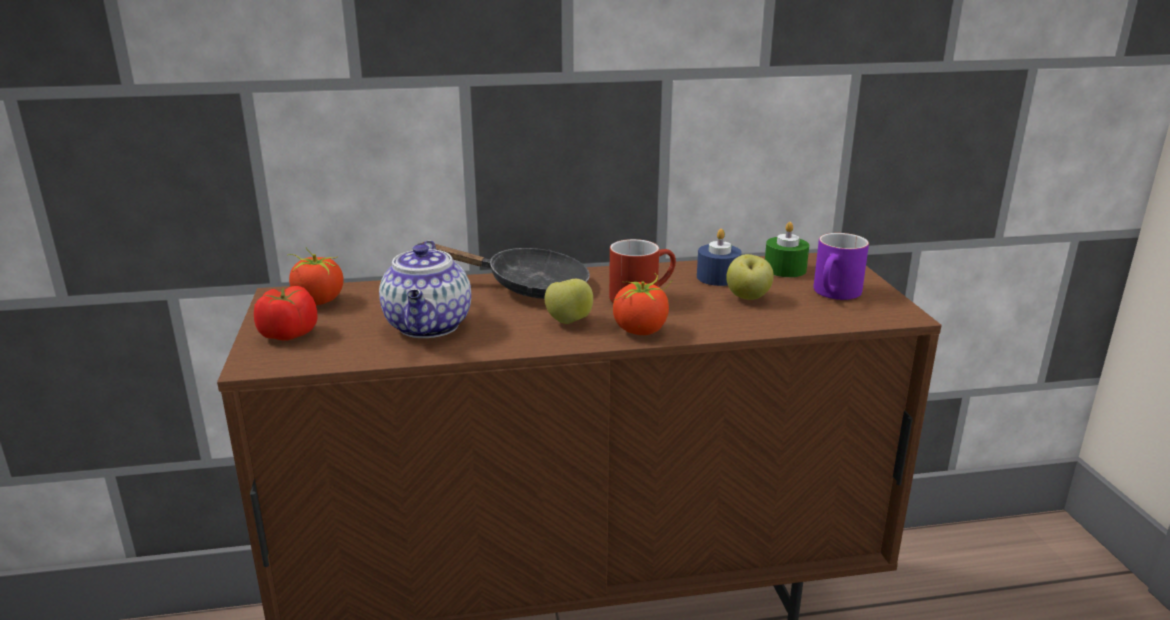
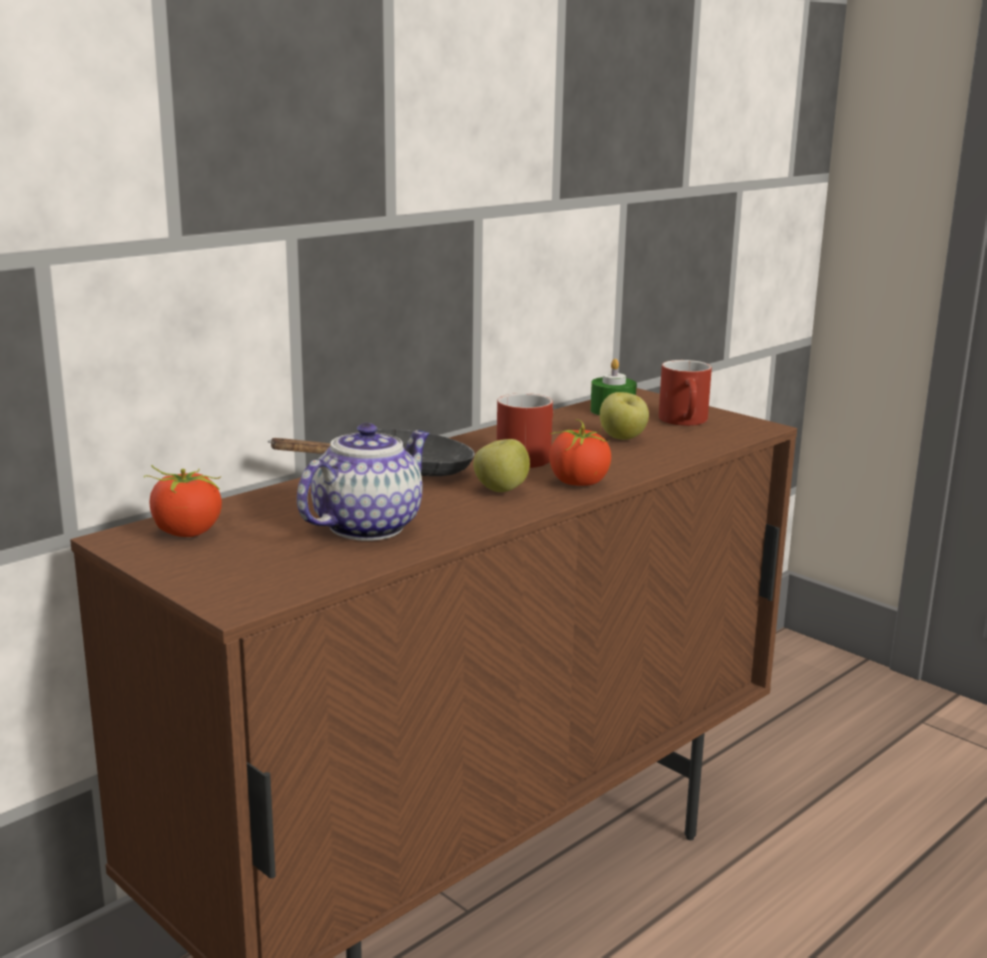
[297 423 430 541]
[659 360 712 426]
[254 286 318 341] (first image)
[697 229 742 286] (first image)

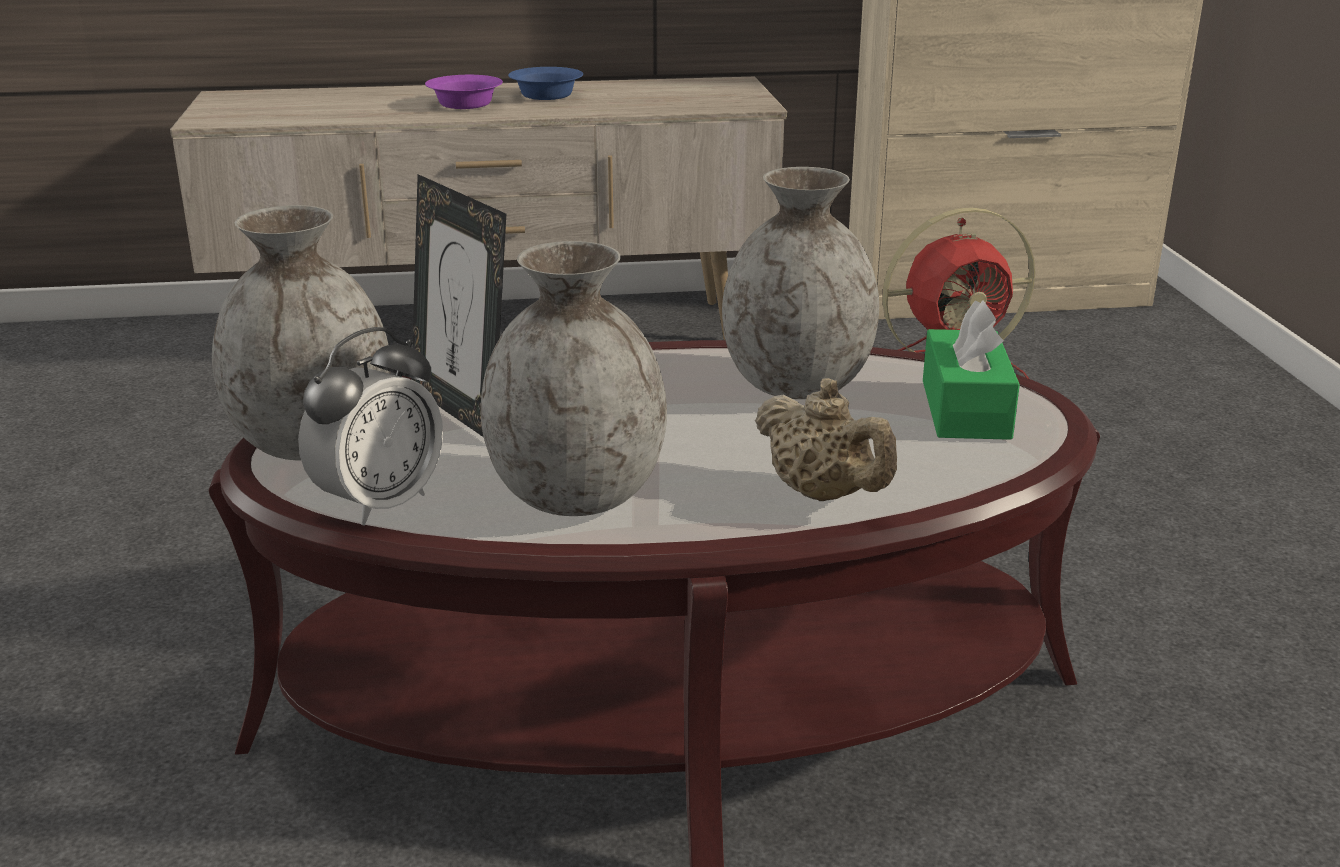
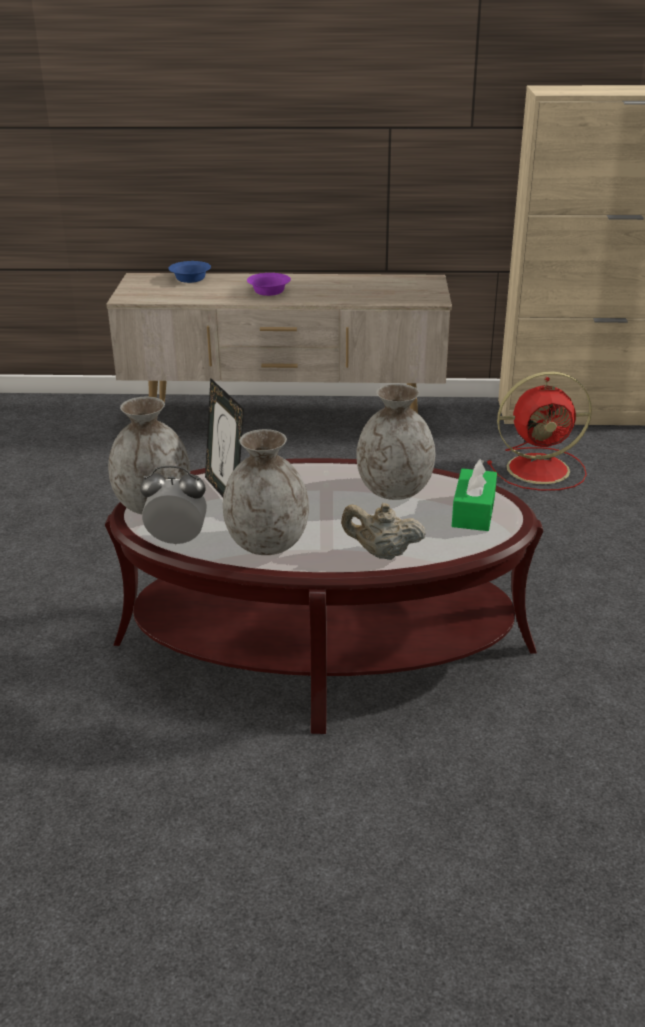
[140 466 207 546]
[168 261 211 283]
[341 503 426 560]

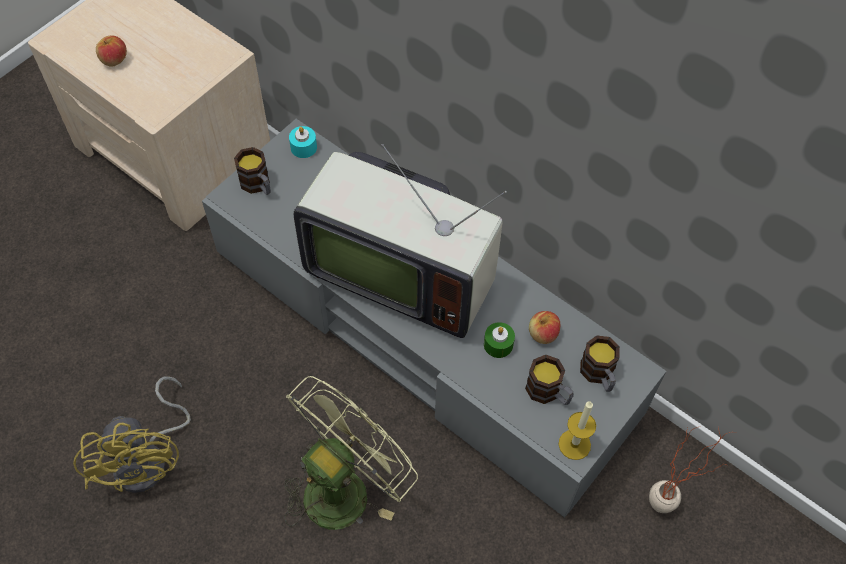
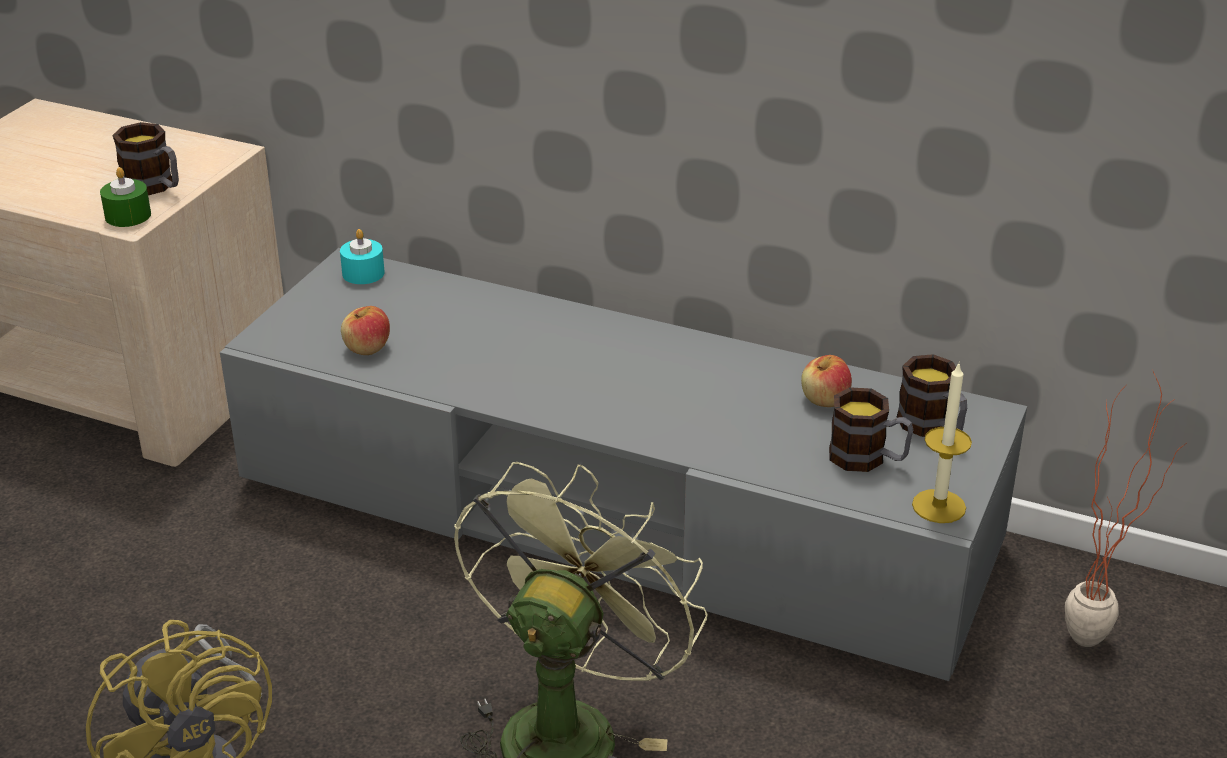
[100 167 151 227]
[112 122 179 195]
[341 306 390 355]
[293 144 507 338] (first image)

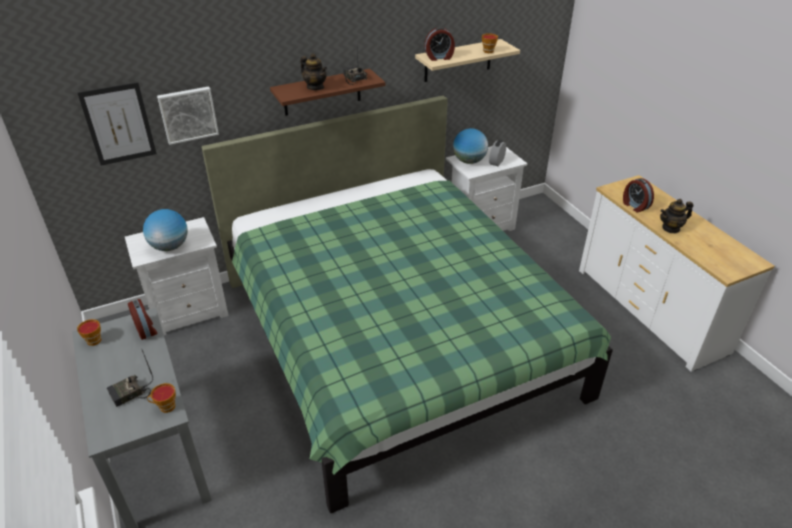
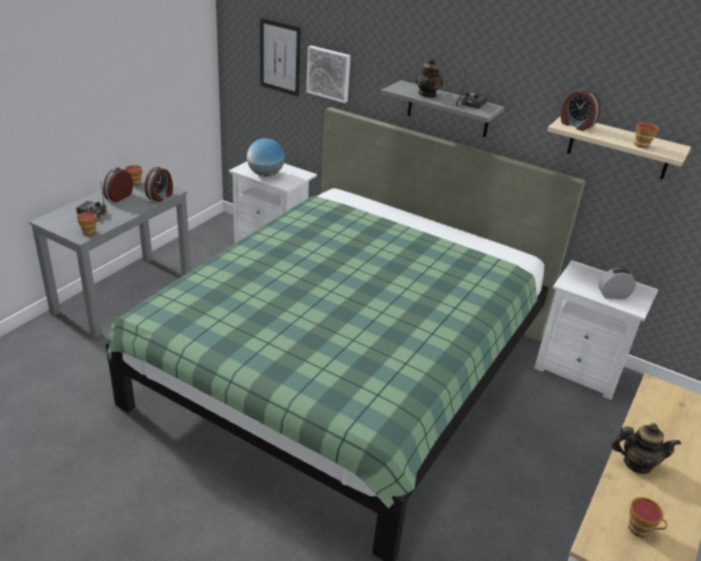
[103 167 133 202]
[381 80 504 137]
[611 423 681 474]
[628 497 667 538]
[453 128 488 164] (first image)

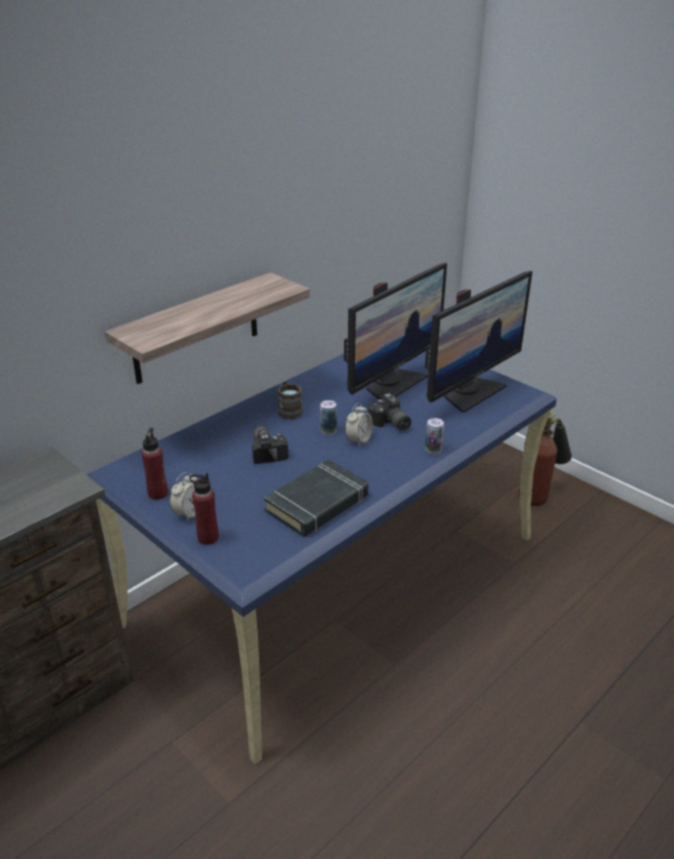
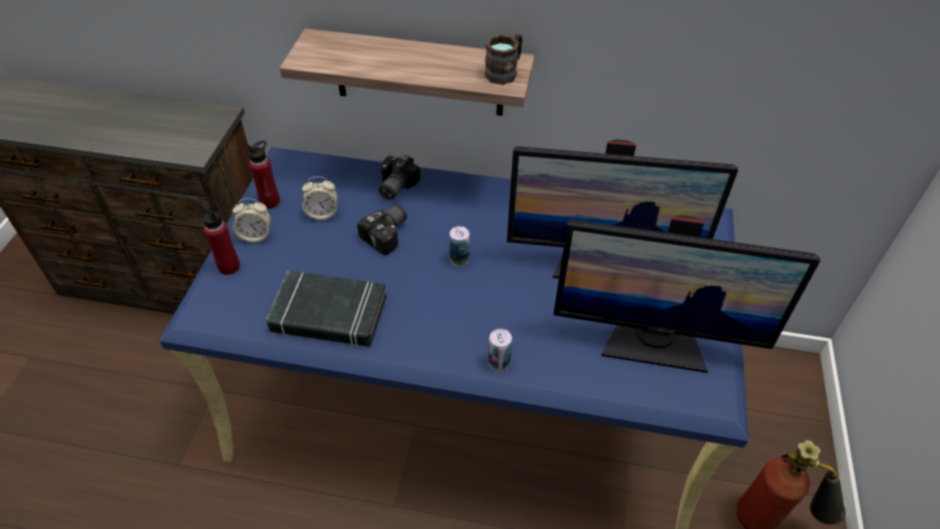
[302 177 337 220]
[379 155 420 200]
[485 34 522 85]

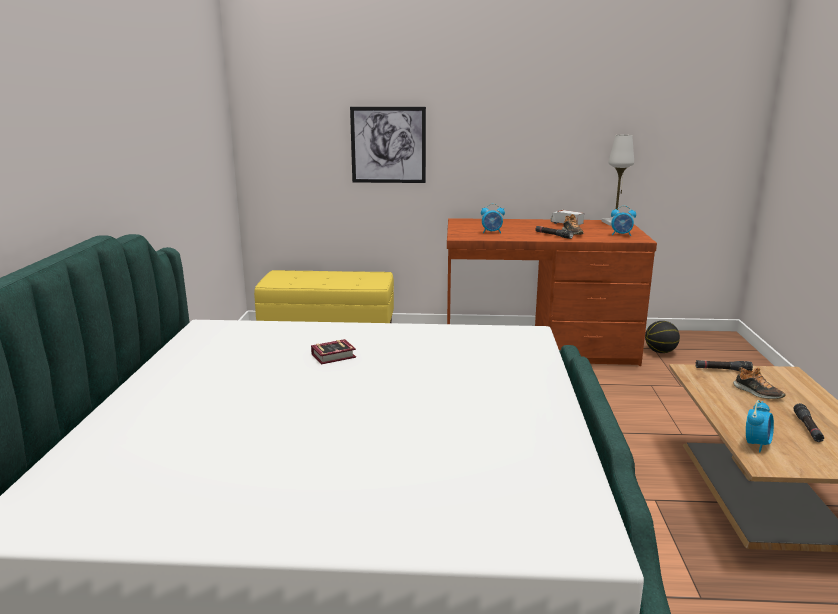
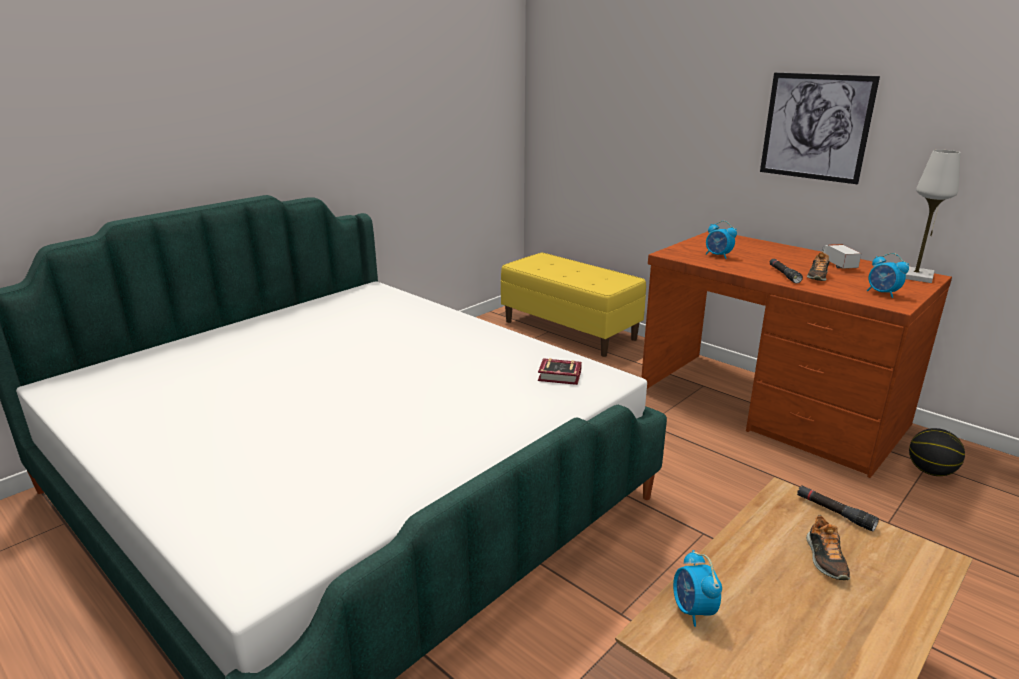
[538 358 582 385]
[673 550 722 627]
[760 72 880 184]
[794 403 824 442] (first image)

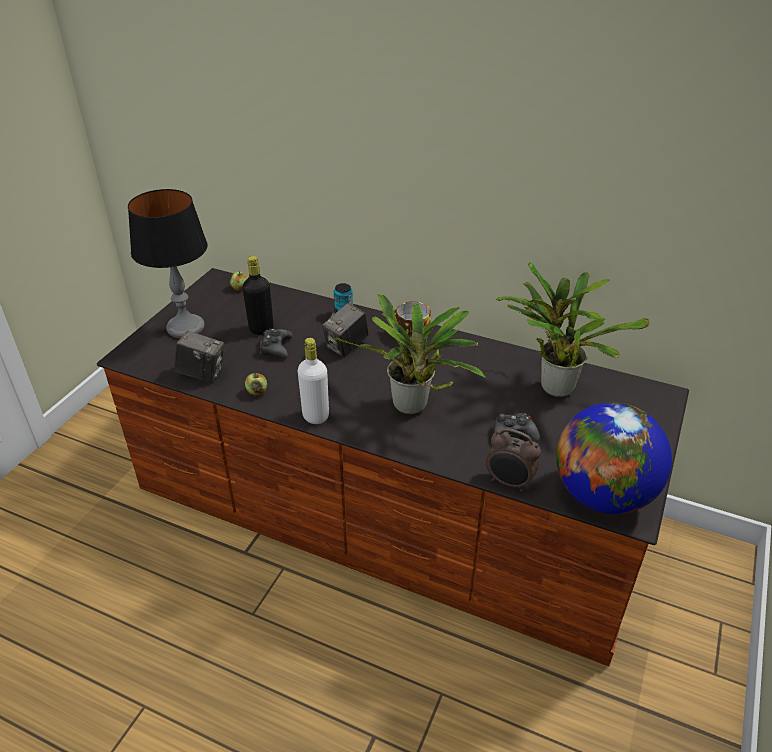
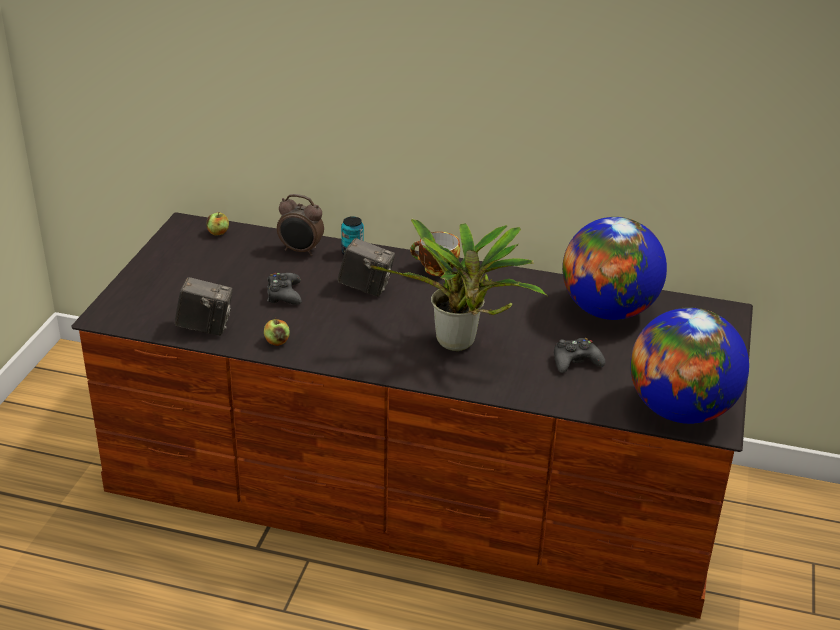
[277 194 324 256]
[338 238 395 297]
[562 217 667 320]
[128 189 208 338] (first image)
[242 256 274 335] (first image)
[298 338 329 424] (first image)

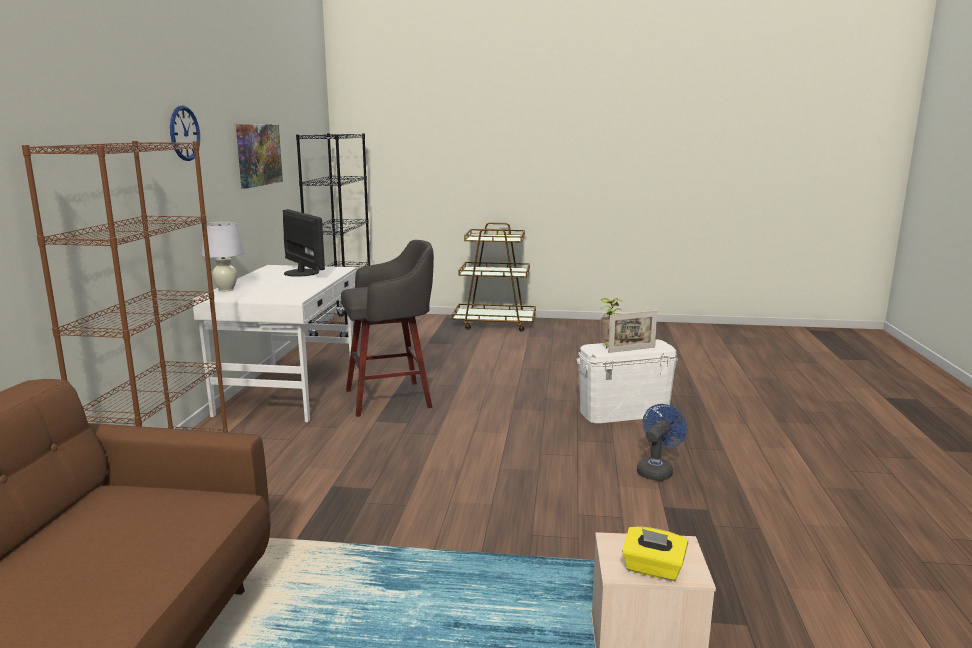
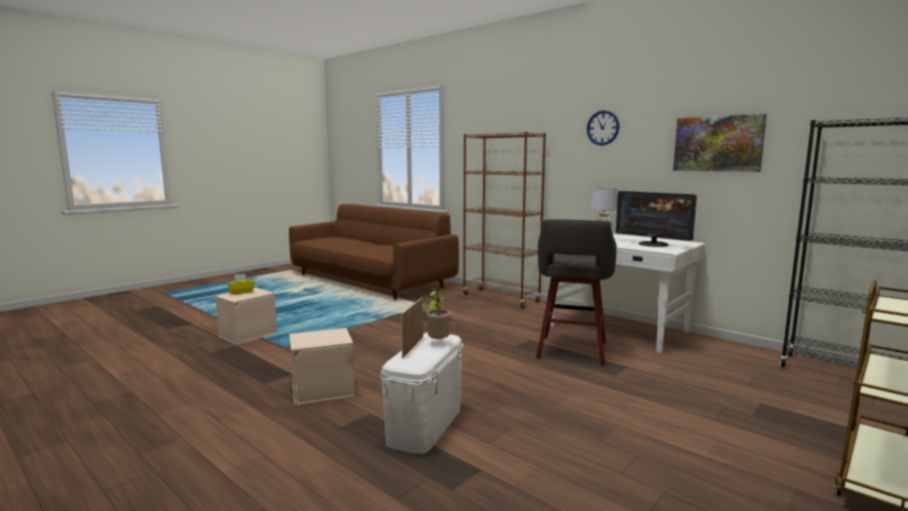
[289 328 355 406]
[616 191 697 247]

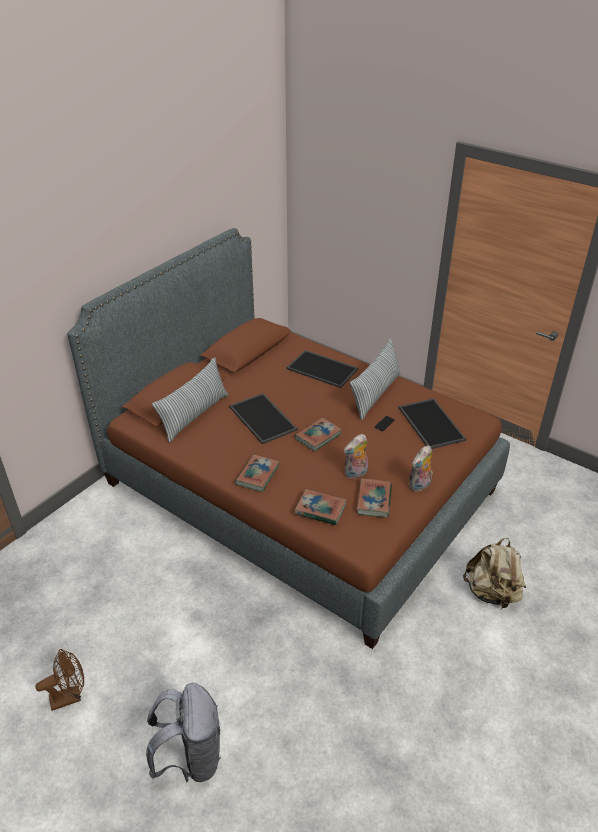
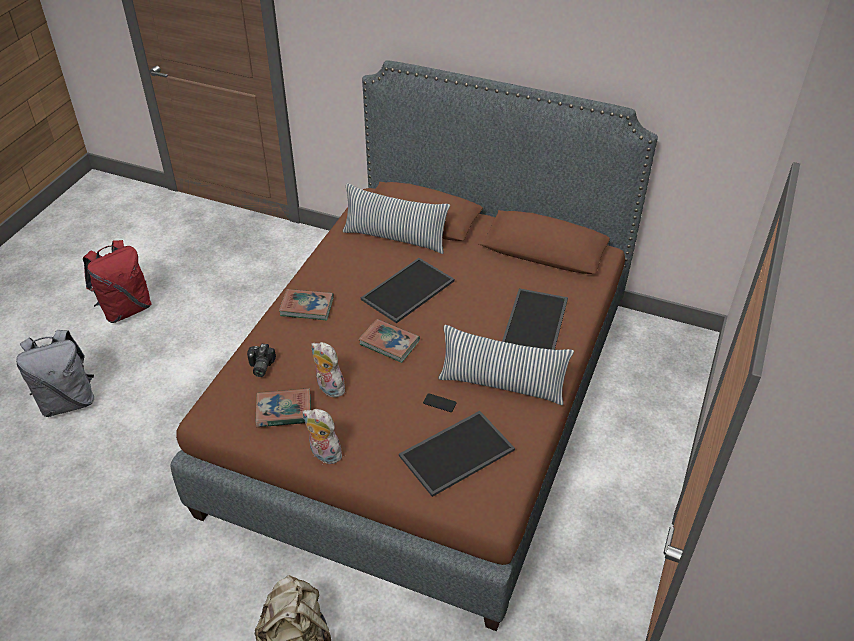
[83 240 152 323]
[247 344 276 377]

